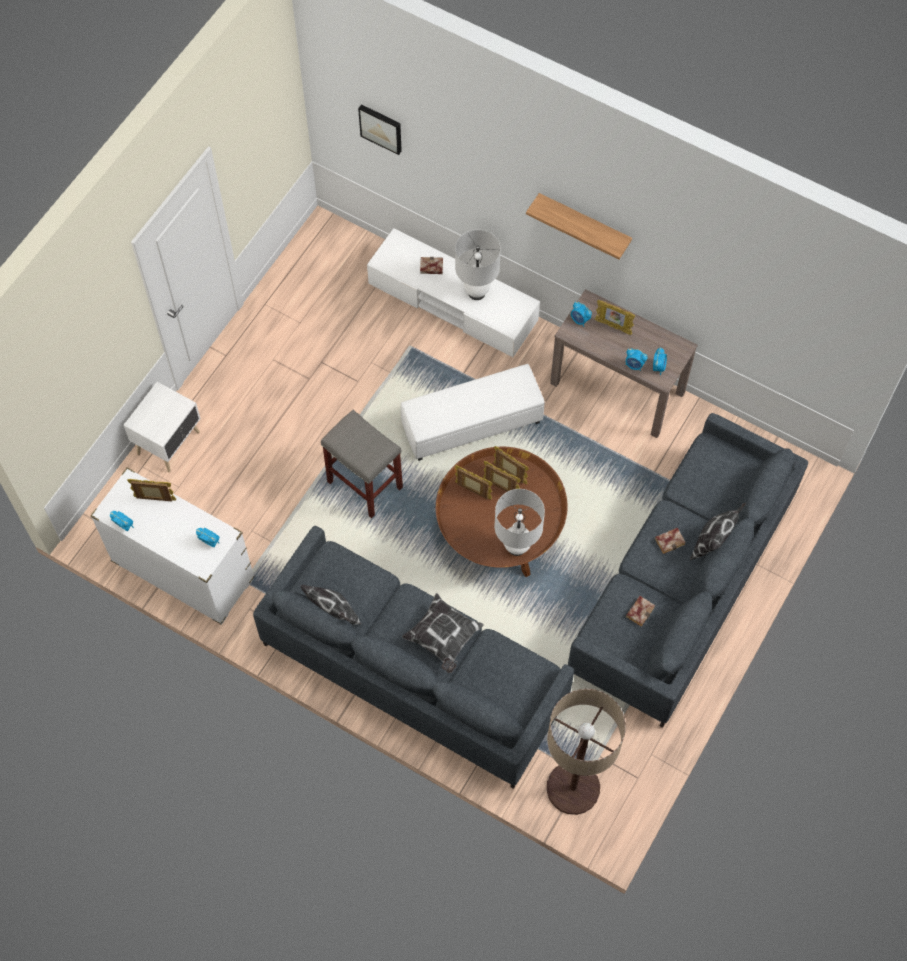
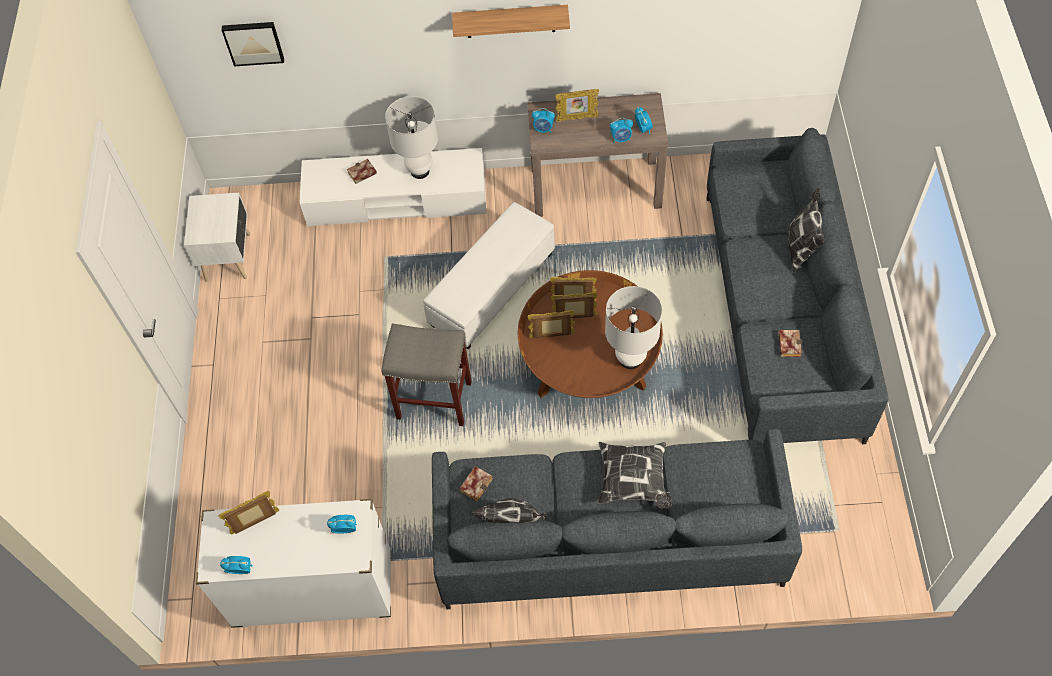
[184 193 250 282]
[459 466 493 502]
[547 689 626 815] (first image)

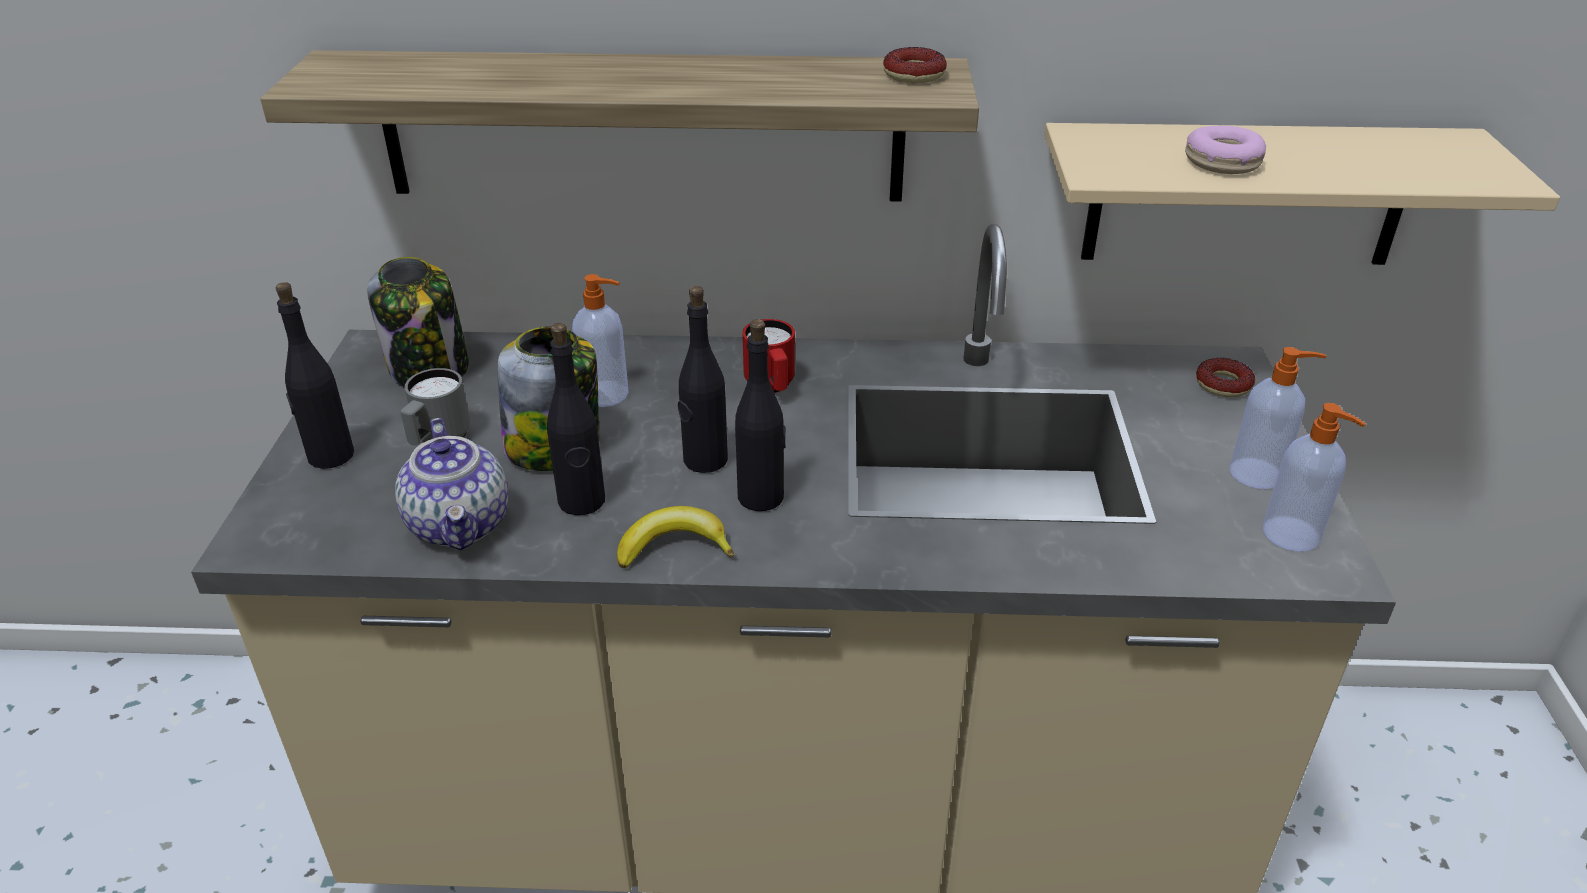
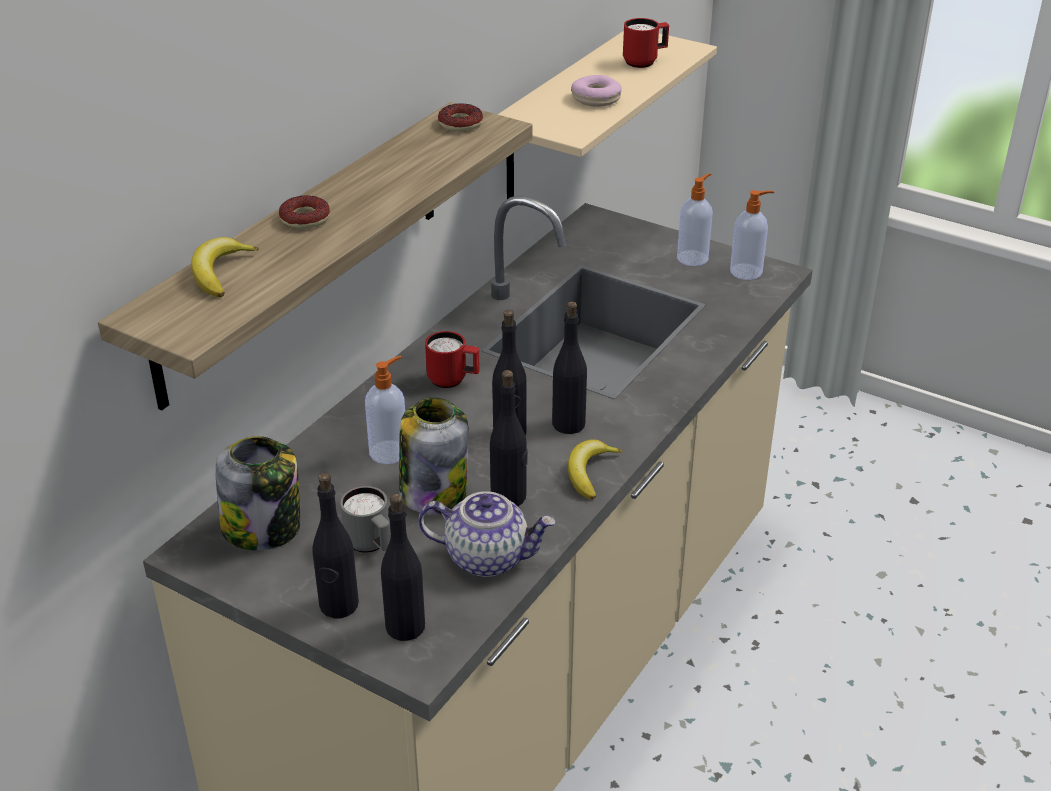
[191 237 259 298]
[279 195 330 229]
[381 494 425 641]
[623 18 669 68]

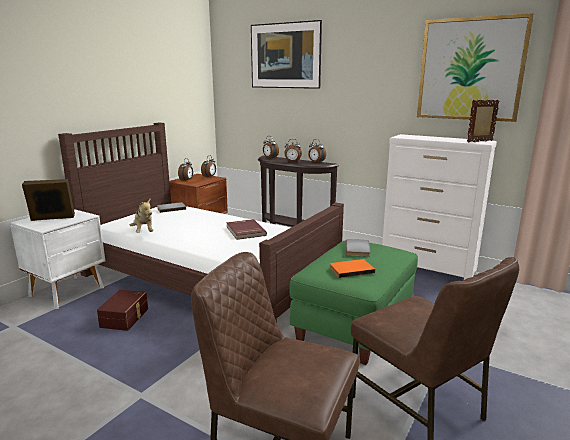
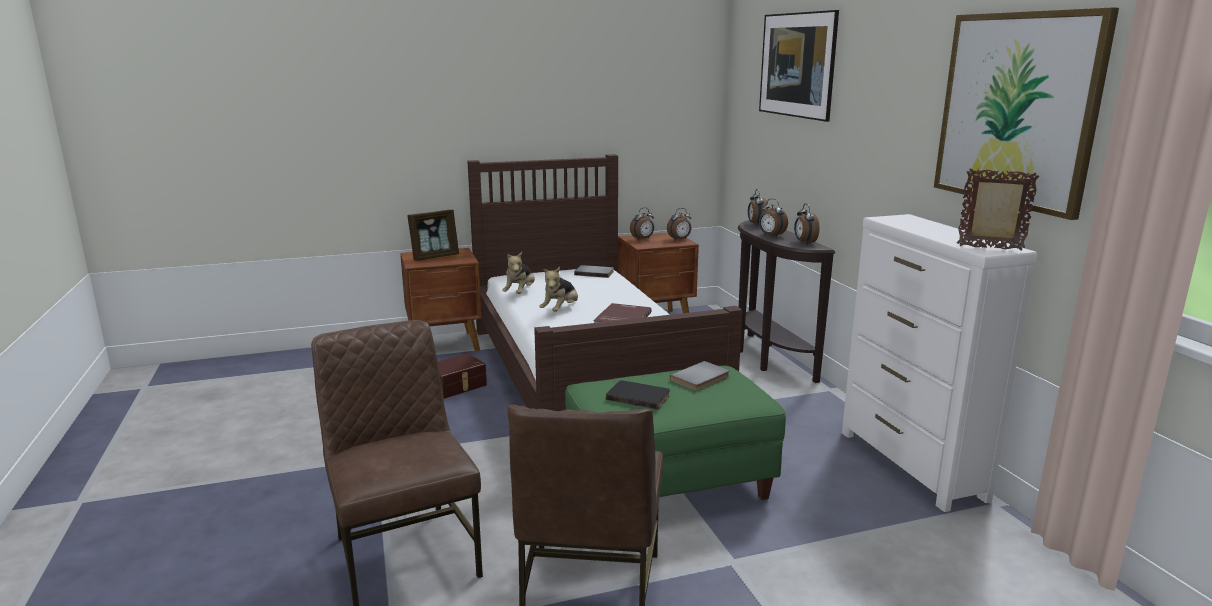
[400 248 482 351]
[407 210 459 261]
[539 267 578 312]
[606 380 670 410]

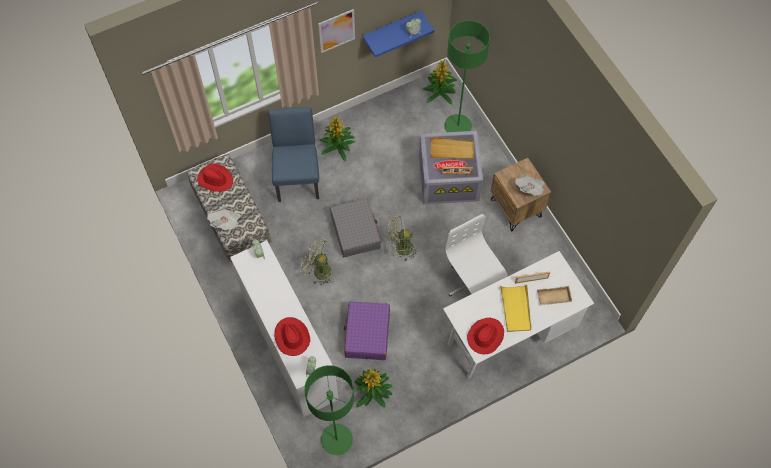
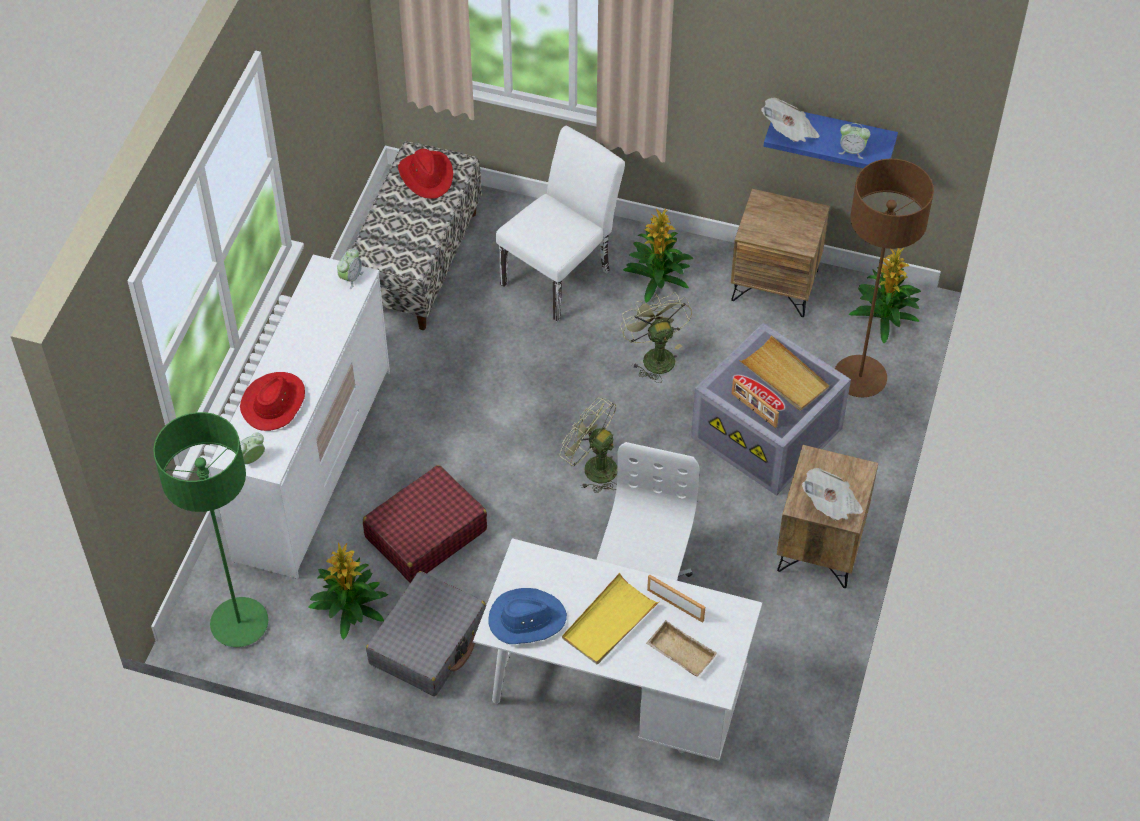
[363 465 487 583]
[366 571 486 696]
[489 588 567 644]
[496 125 625 321]
[620 292 692 383]
[731 189 830 317]
[761 98 820 142]
[835 159 934 397]
[318 9 355 53] (first image)

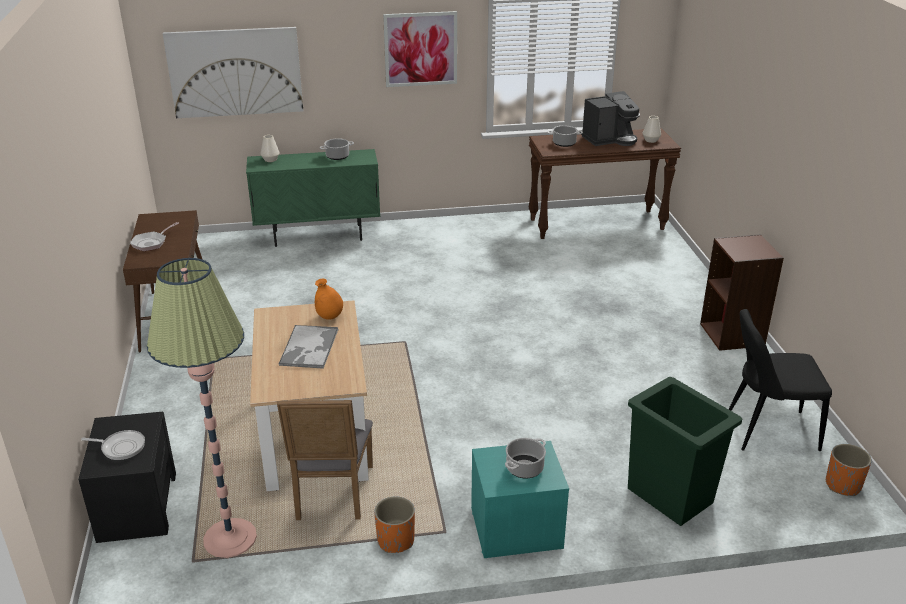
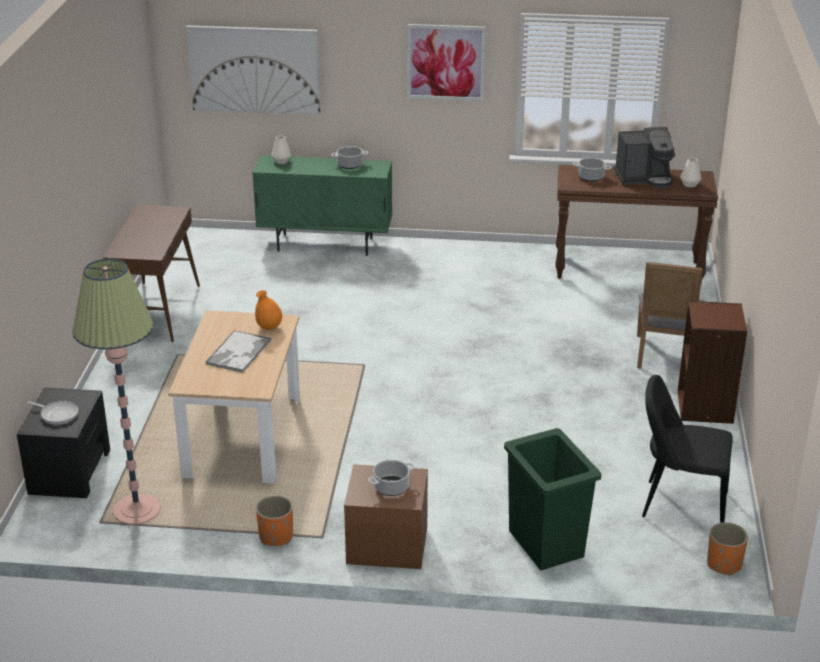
[344 464 428 569]
[637 262 706 369]
[130 222 179 251] (first image)

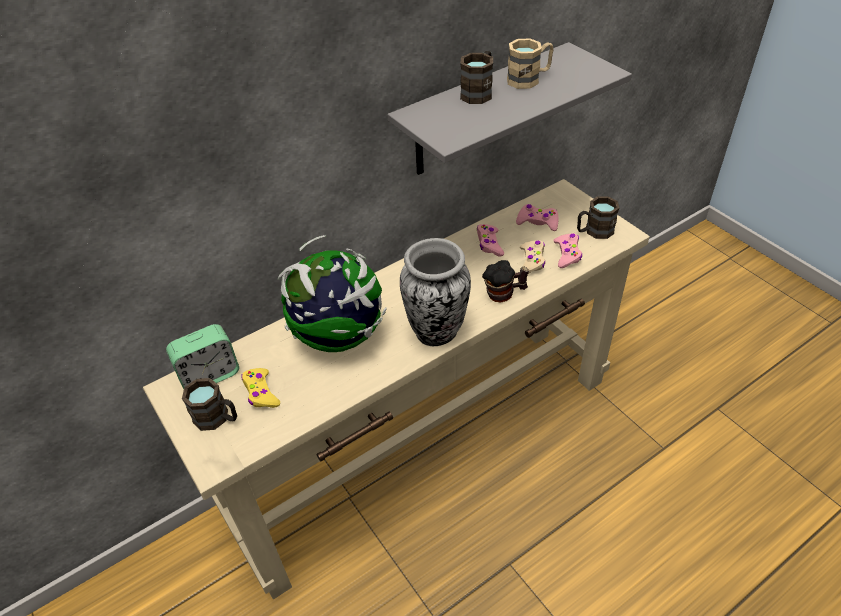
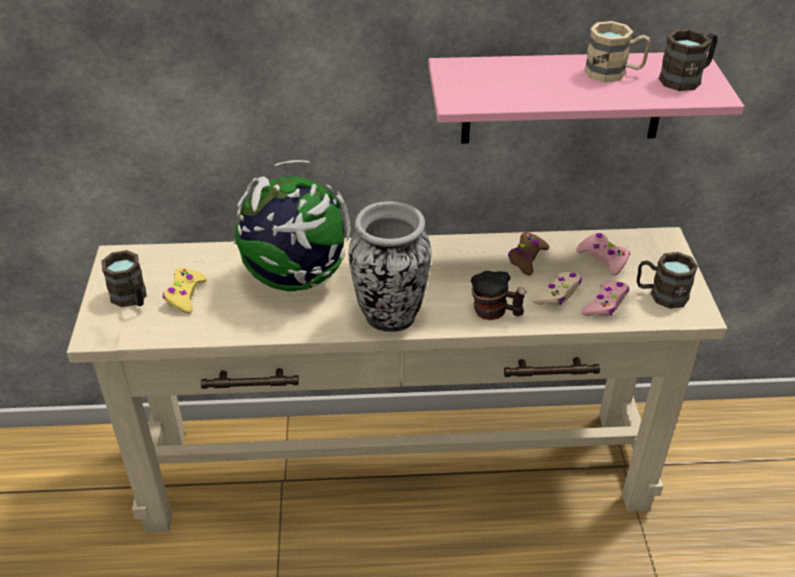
[428 52 744 144]
[508 232 549 276]
[659 29 717 91]
[166 324 239 389] (first image)

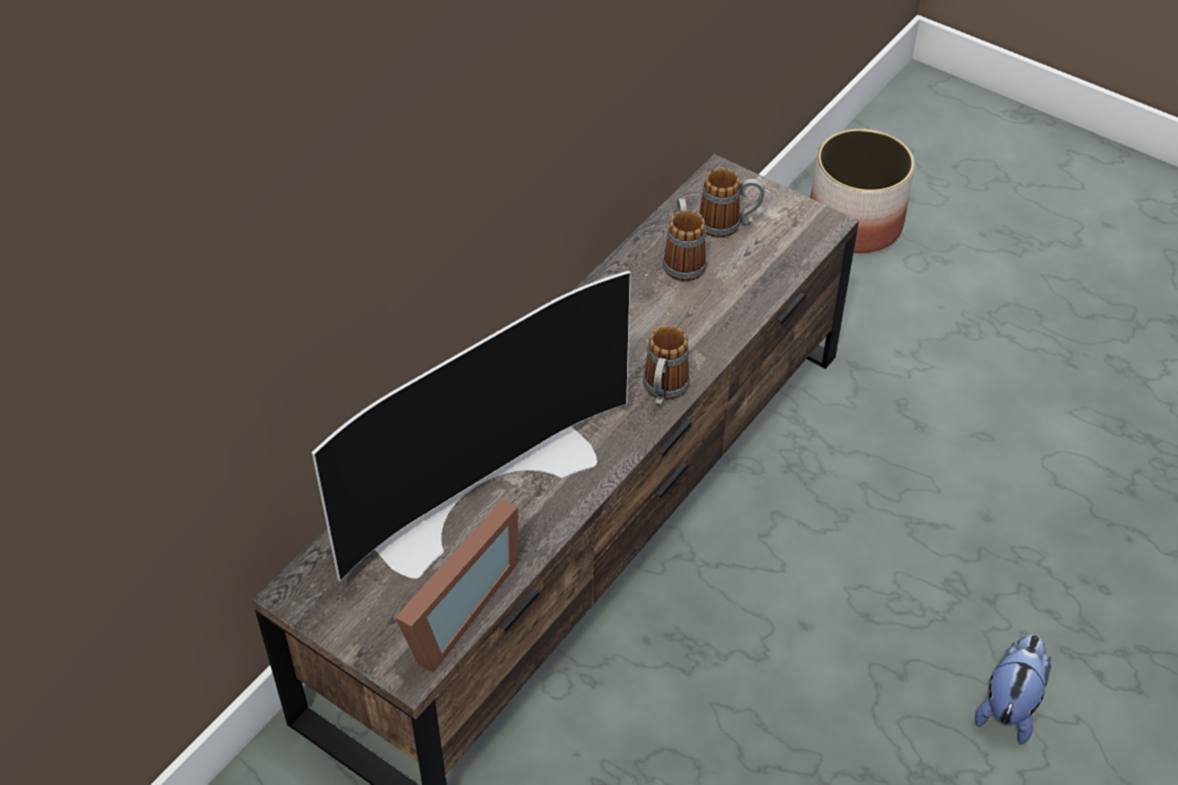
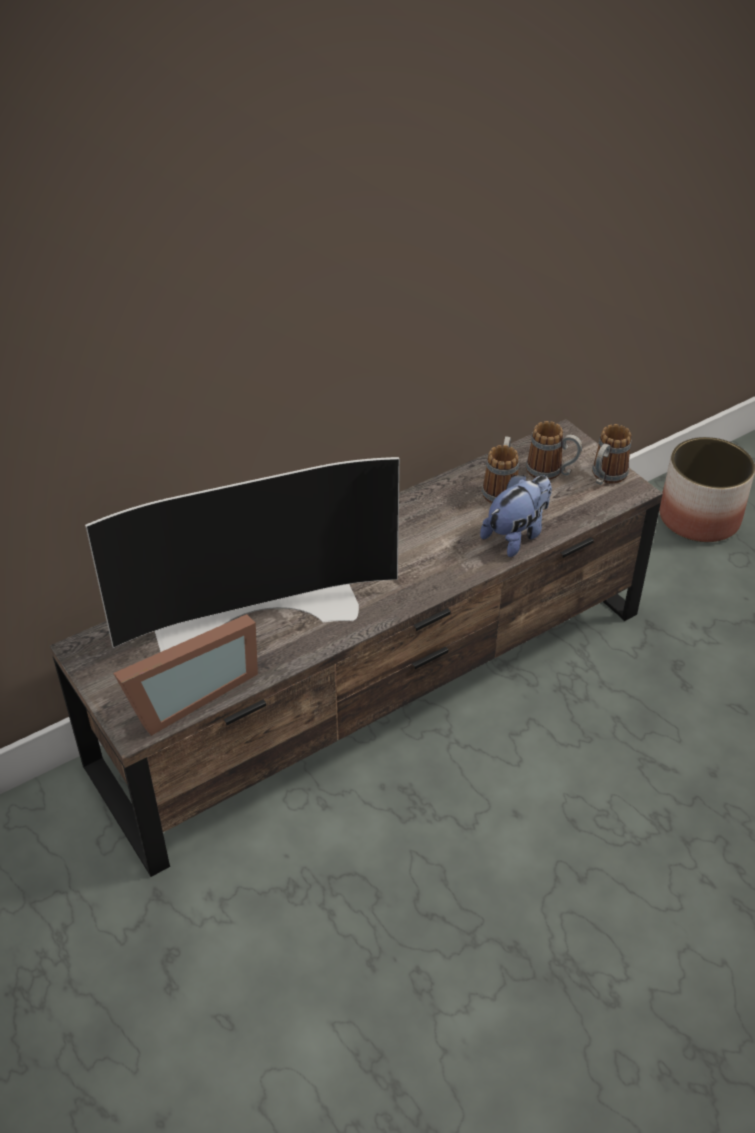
[480 475 552 557]
[592 424 631 485]

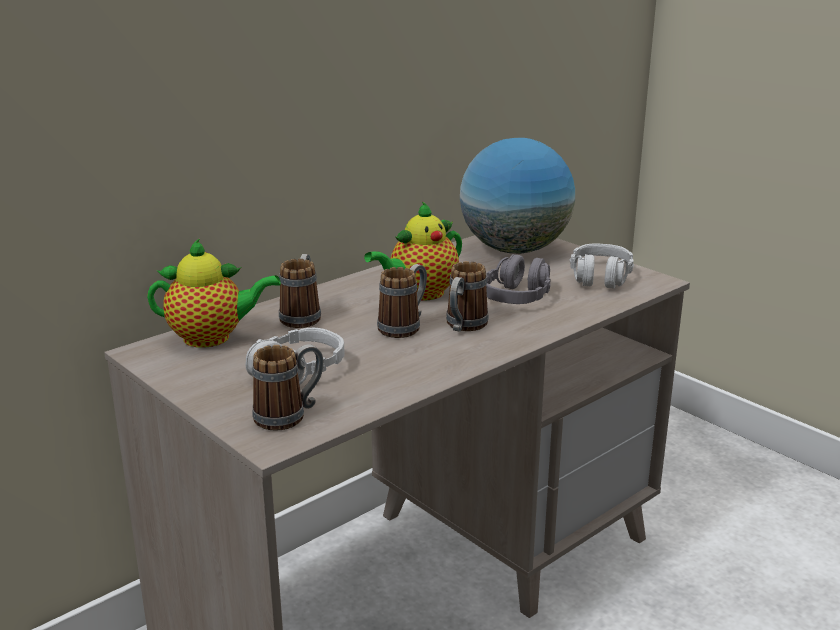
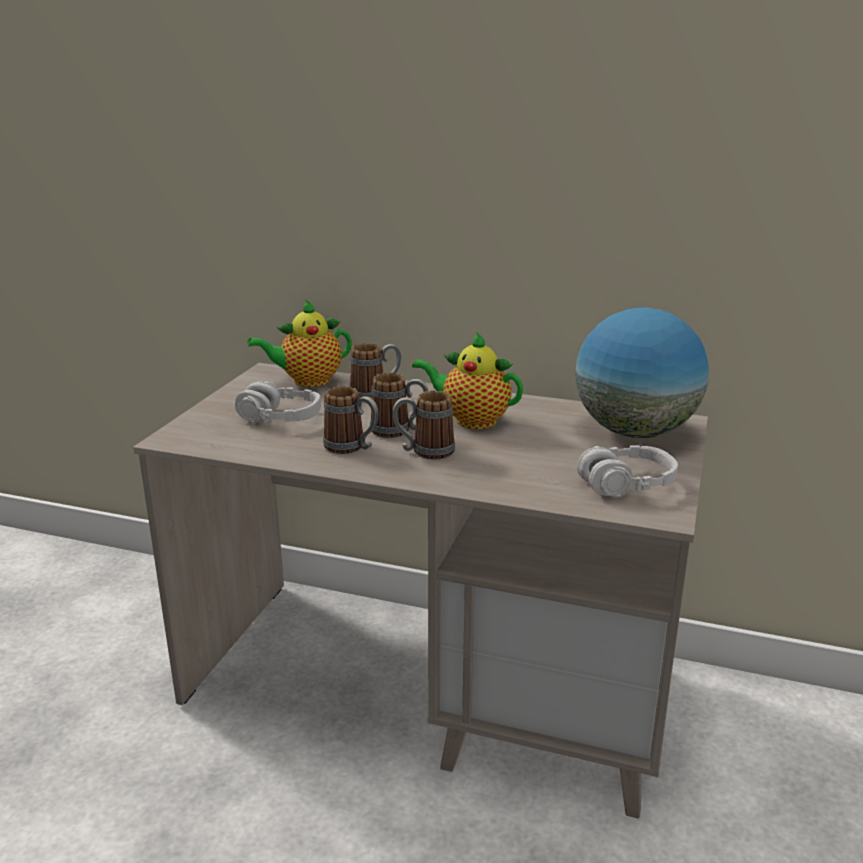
[247 299 352 387]
[323 386 379 454]
[486 254 551 304] (first image)

